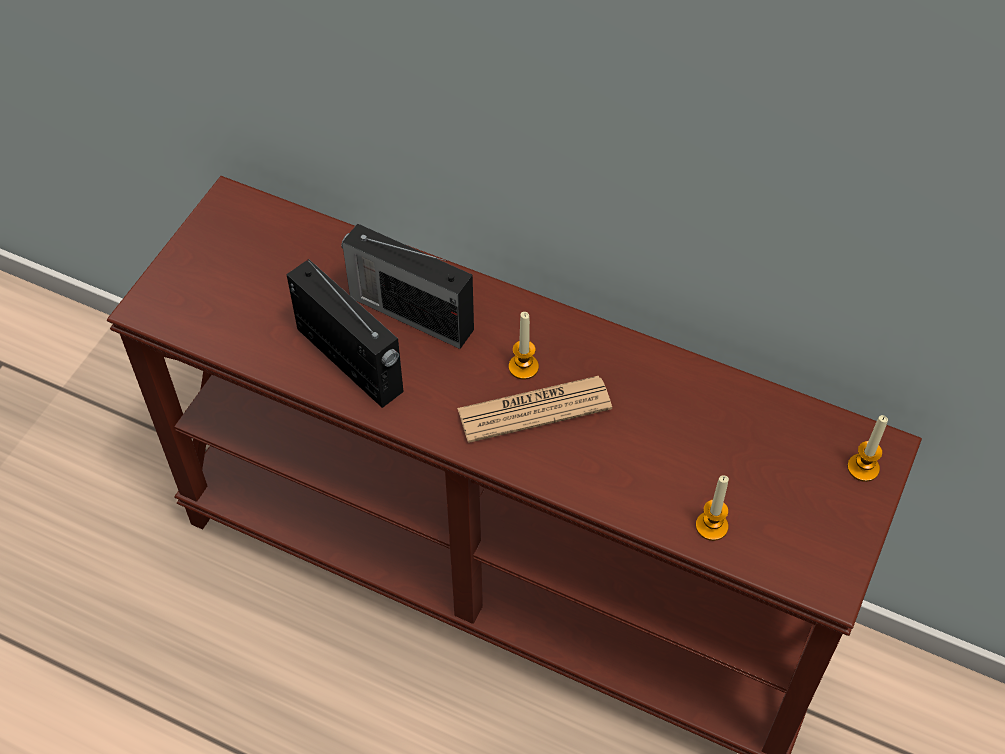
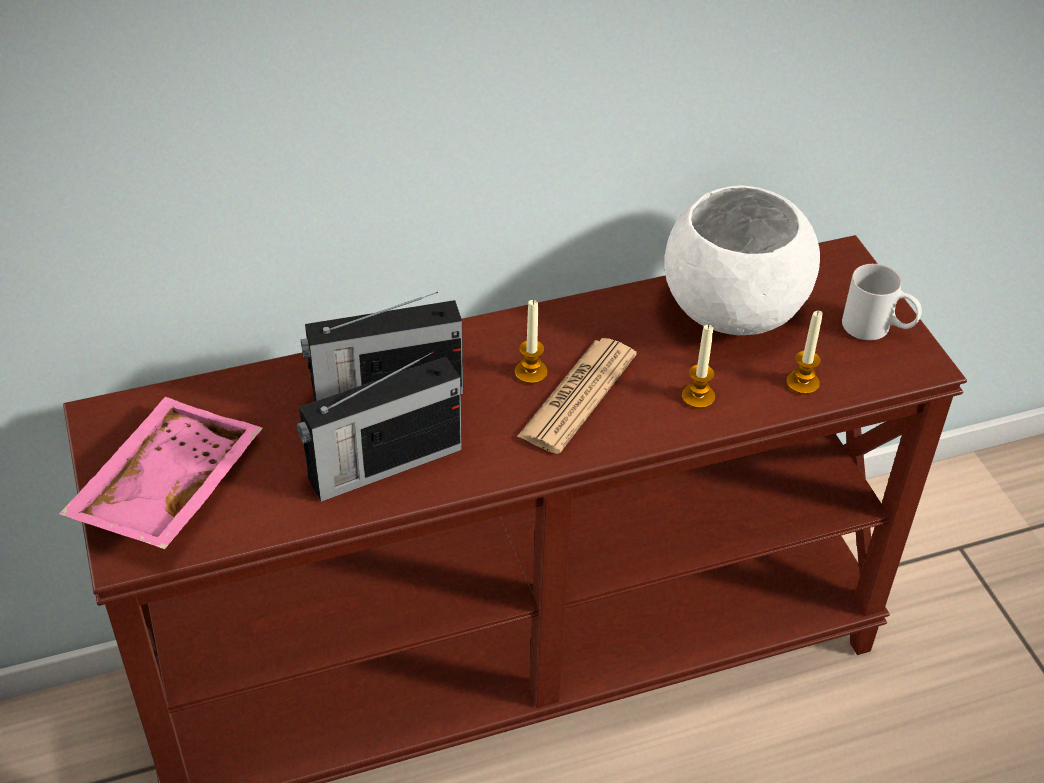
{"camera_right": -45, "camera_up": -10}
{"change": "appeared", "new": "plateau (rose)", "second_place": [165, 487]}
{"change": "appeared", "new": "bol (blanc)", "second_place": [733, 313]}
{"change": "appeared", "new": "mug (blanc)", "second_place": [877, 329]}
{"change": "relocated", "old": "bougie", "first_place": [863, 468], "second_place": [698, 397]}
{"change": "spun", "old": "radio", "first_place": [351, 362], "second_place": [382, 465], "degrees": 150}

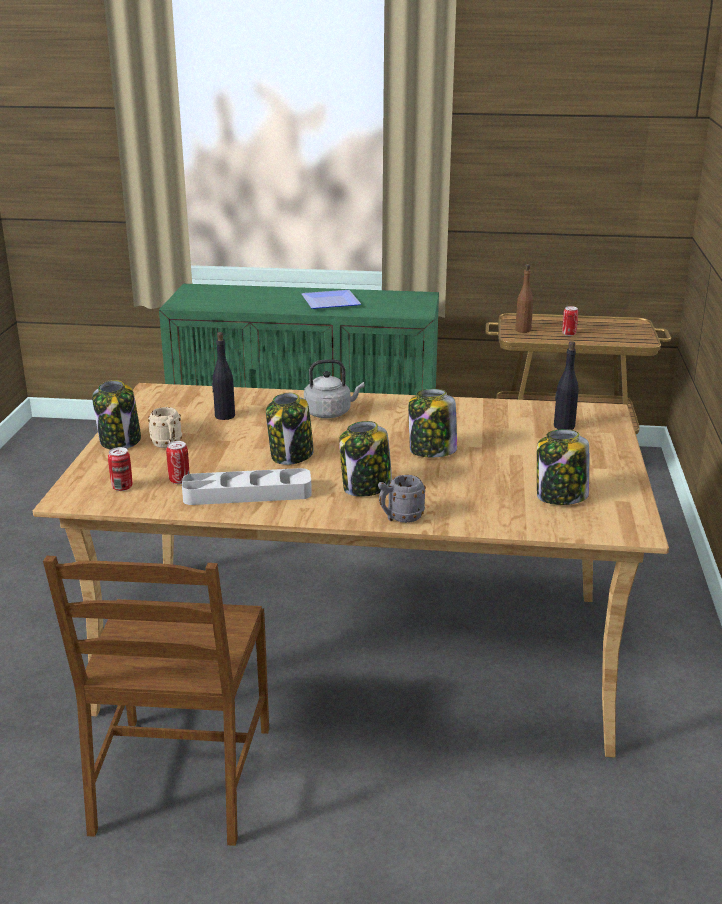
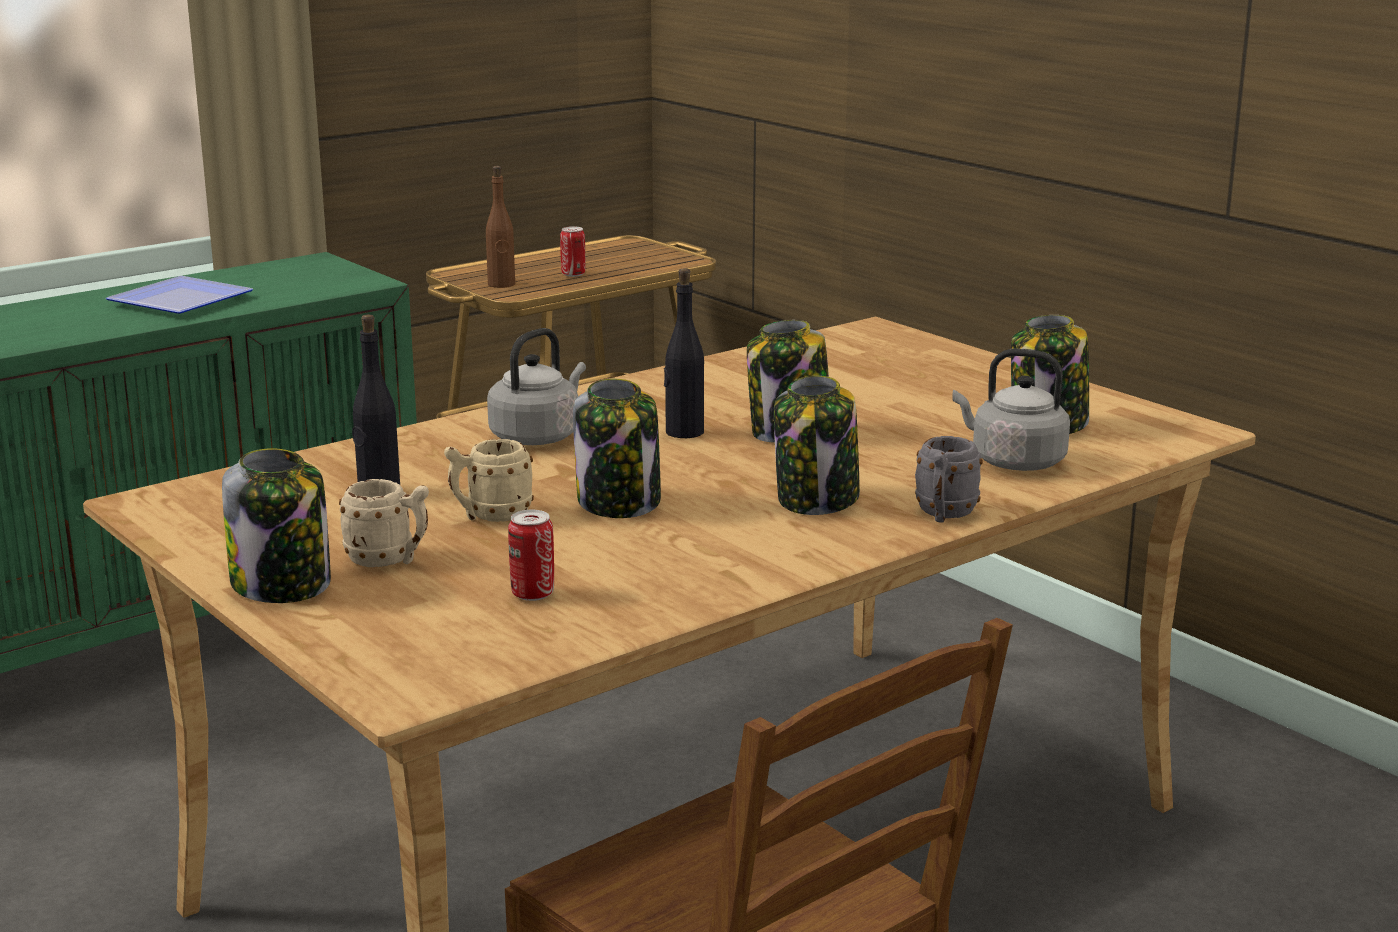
{"camera_right": -45, "camera_up": -5}
{"change": "missing", "old": "boîte métallique", "first_place": [122, 487]}
{"change": "missing", "old": "plateau (gris)", "first_place": [247, 493]}
{"change": "appeared", "new": "mug (beige)", "second_place": [490, 516]}
{"change": "appeared", "new": "bouilloire (gris)", "second_place": [1013, 462]}
{"change": "relocated", "old": "bouteille (noir)", "first_place": [563, 426], "second_place": [684, 432]}

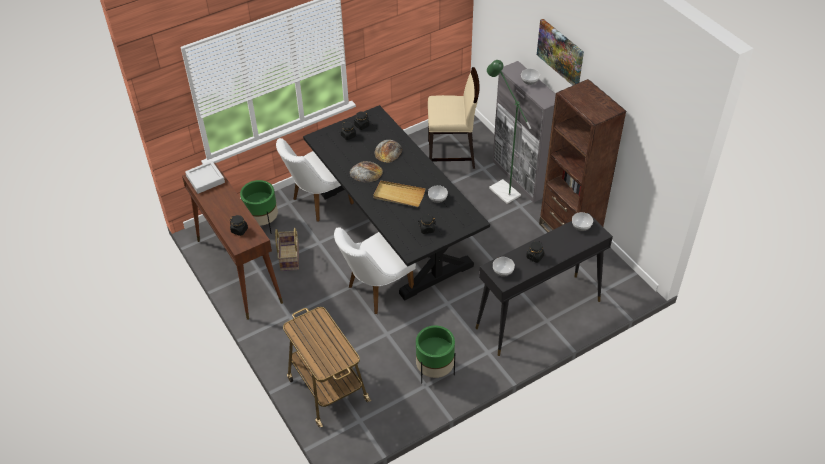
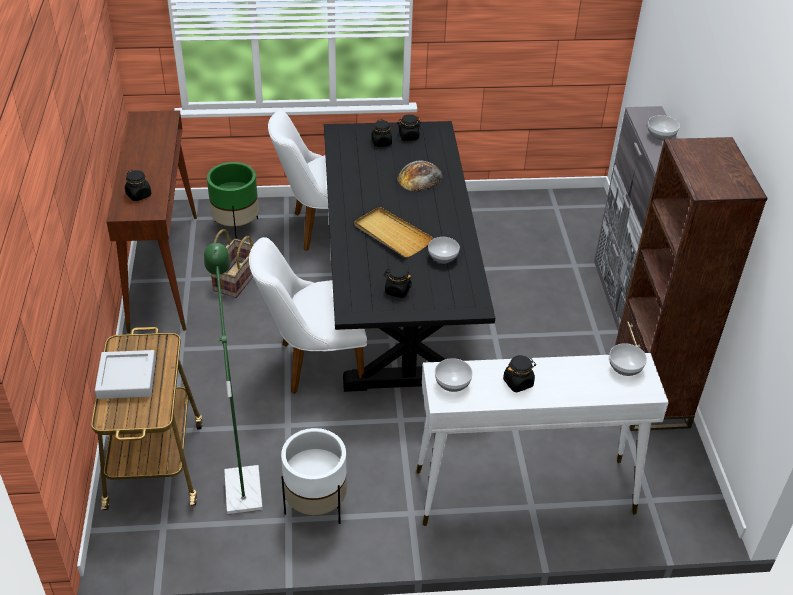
{"camera_right": 25, "camera_up": -5}
{"change": "missing", "old": "pain", "first_place": [366, 172]}
{"change": "missing", "old": "chaise (beige)", "first_place": [451, 154]}
{"change": "missing", "old": "tableau", "first_place": [560, 52]}
{"change": "relocated", "old": "plateau (gris)", "first_place": [205, 179], "second_place": [127, 378]}
{"change": "relocated", "old": "lampadaire (vert)", "first_place": [500, 189], "second_place": [242, 481]}
{"change": "colour", "old": "cache-pot (vert)", "new": "cache-pot (blanc)", "first_place": [434, 371], "second_place": [316, 505]}
{"change": "colour", "old": "table console (noir)", "new": "table console (blanc)", "first_place": [537, 315], "second_place": [523, 492]}

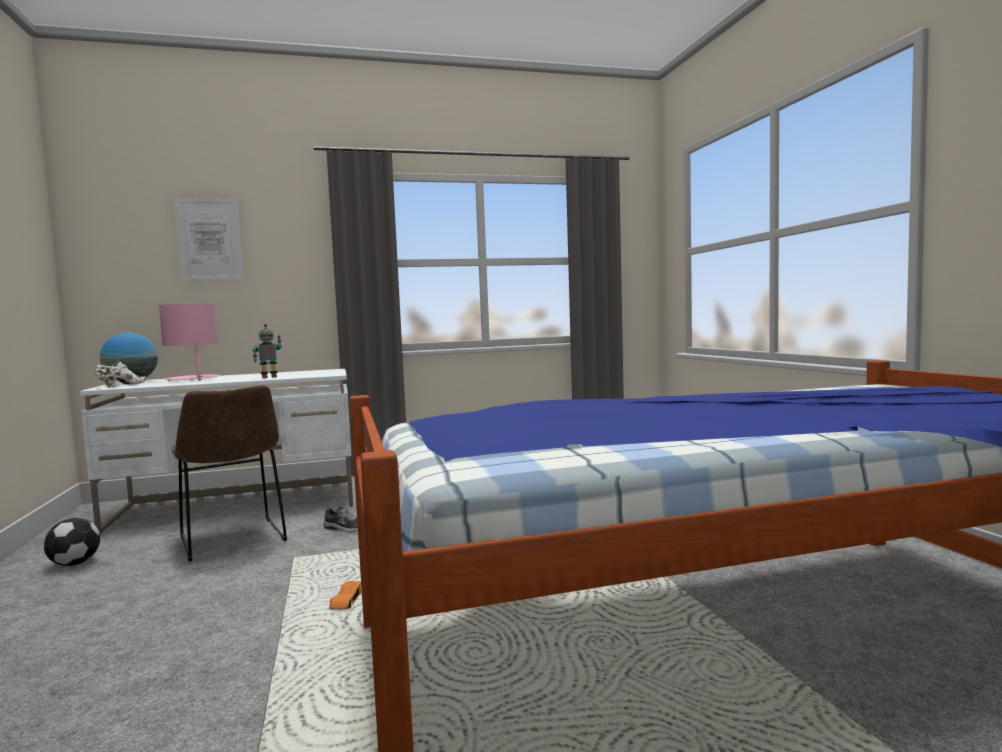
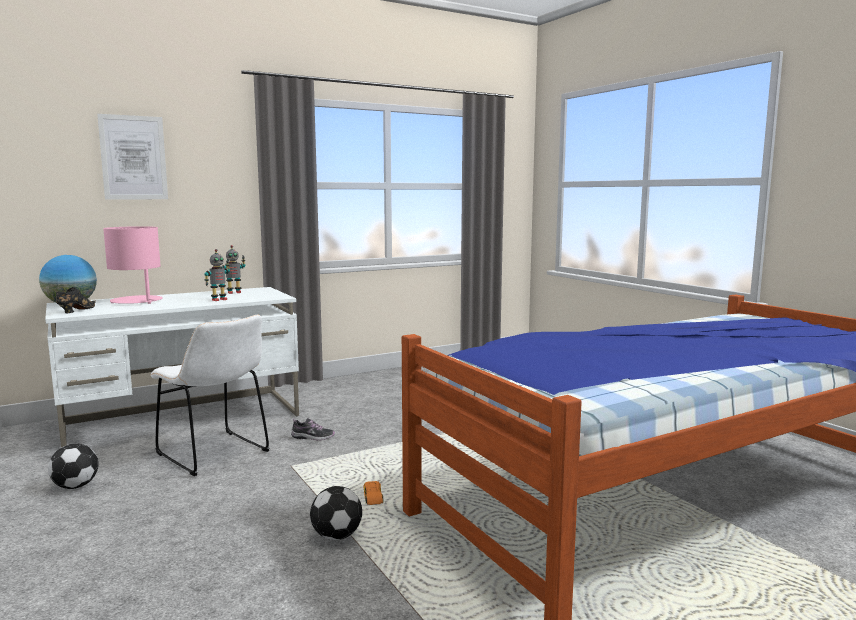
{"camera_right": -15, "camera_up": 5}
{"change": "appeared", "new": "robot jouet", "second_place": [234, 292]}
{"change": "appeared", "new": "ballon de foot", "second_place": [336, 536]}
{"change": "colour", "old": "chaussure (blanc)", "new": "chaussure (noir)", "first_place": [121, 385], "second_place": [75, 311]}
{"change": "colour", "old": "chaise (marron)", "new": "chaise (blanc)", "first_place": [233, 540], "second_place": [216, 454]}

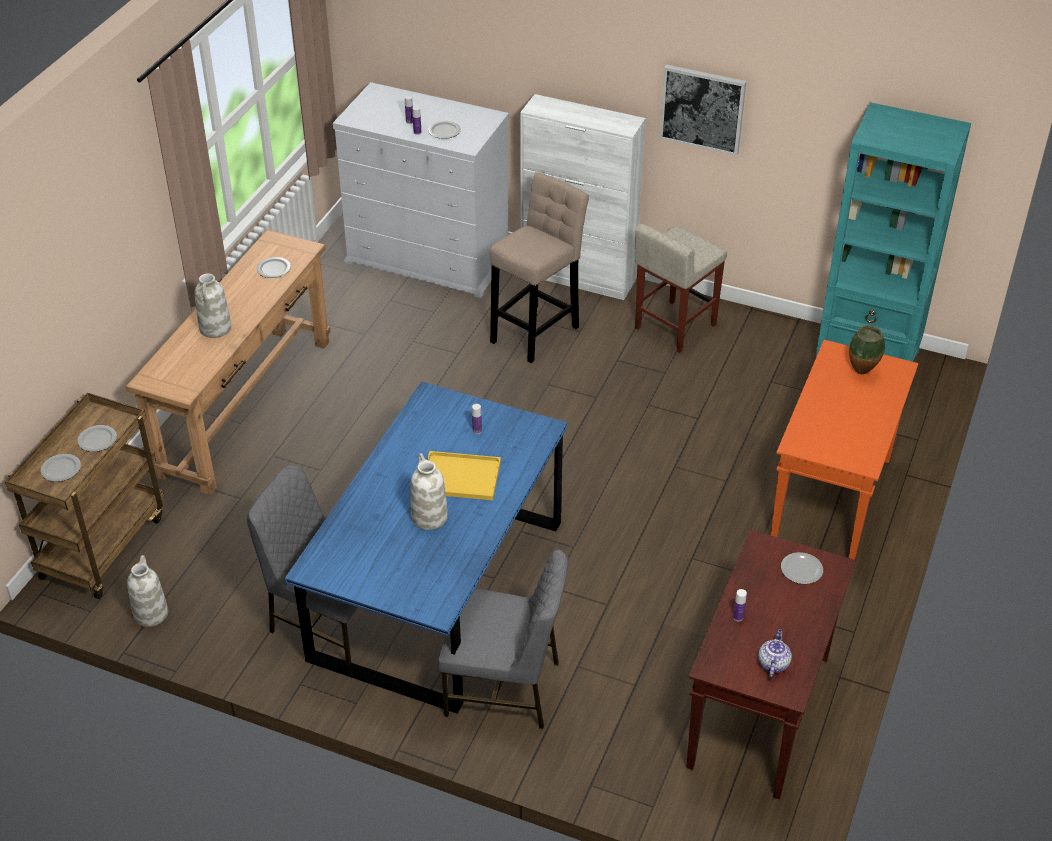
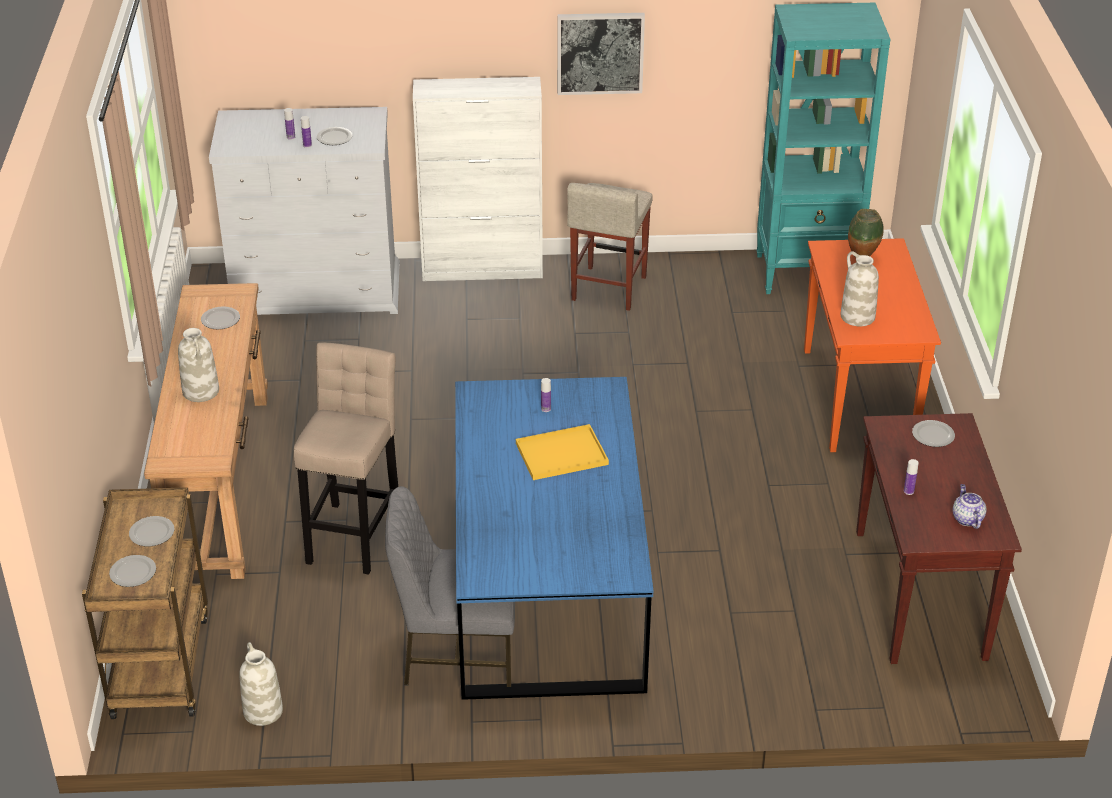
{"camera_right": -25, "camera_up": -5}
{"change": "missing", "old": "chaise (gris)", "first_place": [505, 688]}
{"change": "relocated", "old": "vase (blanc)", "first_place": [429, 517], "second_place": [856, 316]}
{"change": "relocated", "old": "tabouret (beige)", "first_place": [537, 331], "second_place": [355, 534]}

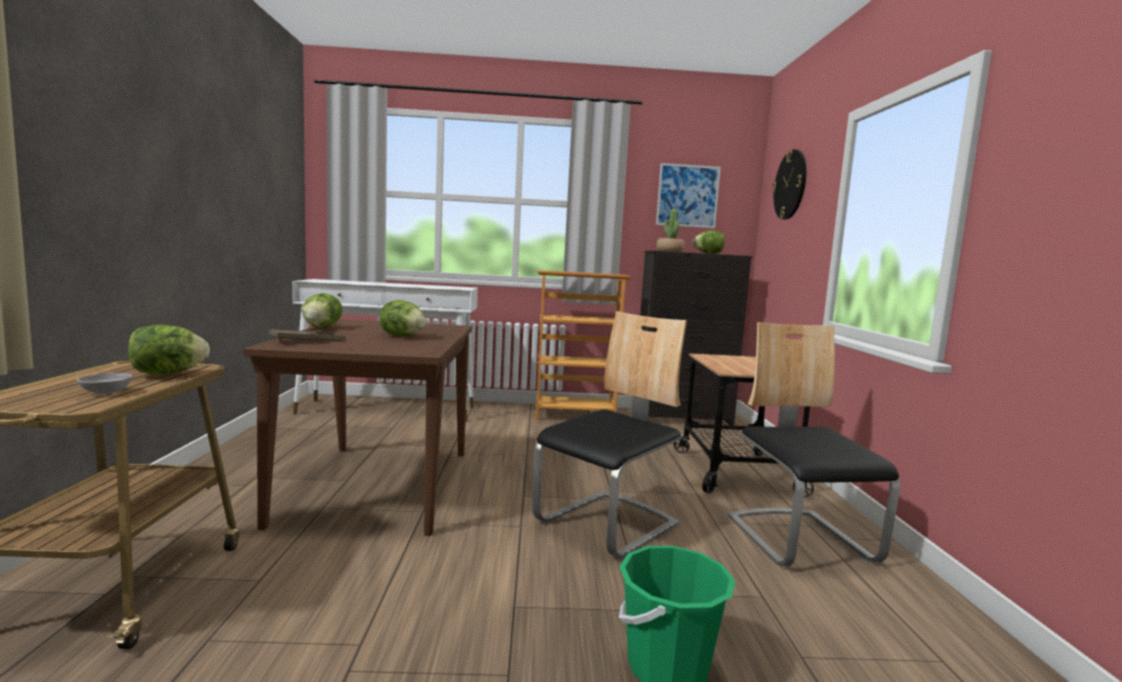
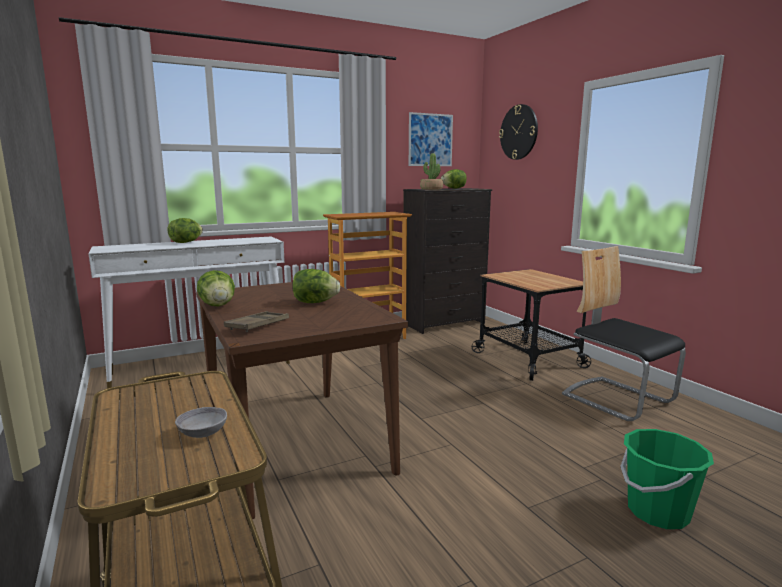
{"camera_right": -25, "camera_up": 5}
{"change": "missing", "old": "chaise", "first_place": [608, 524]}
{"change": "relocated", "old": "laitue", "first_place": [167, 373], "second_place": [186, 242]}

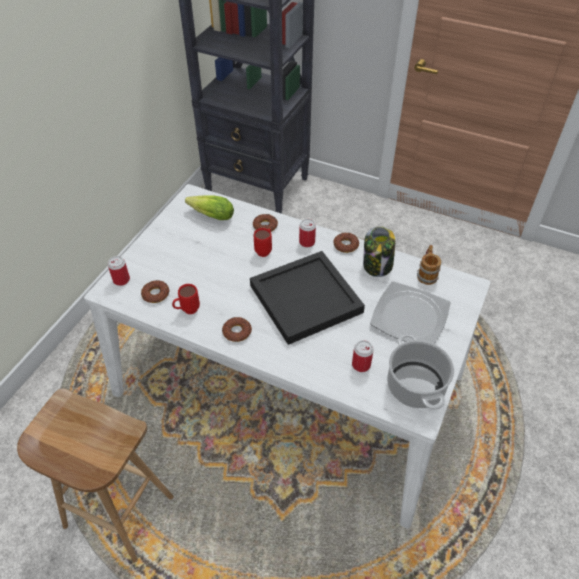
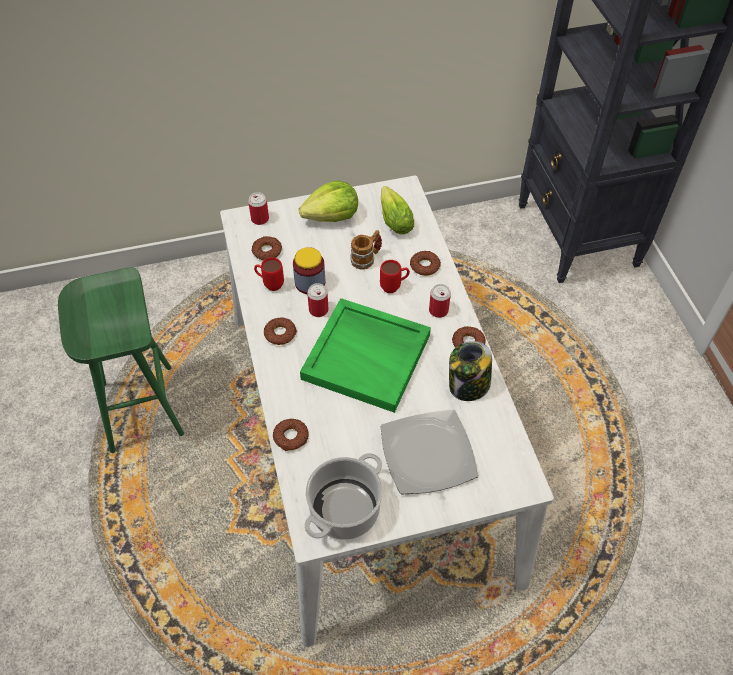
{"camera_right": 50, "camera_up": 5}
{"change": "appeared", "new": "beignet", "second_place": [291, 437]}
{"change": "appeared", "new": "bocal", "second_place": [310, 283]}
{"change": "appeared", "new": "laitue", "second_place": [332, 216]}
{"change": "relocated", "old": "boîte métallique", "first_place": [361, 365], "second_place": [318, 310]}
{"change": "relocated", "old": "mug", "first_place": [426, 273], "second_place": [366, 258]}
{"change": "colour", "old": "tabouret (marron)", "new": "tabouret (vert)", "first_place": [117, 512], "second_place": [140, 408]}
{"change": "colour", "old": "plateau (noir)", "new": "plateau (vert)", "first_place": [306, 298], "second_place": [367, 356]}

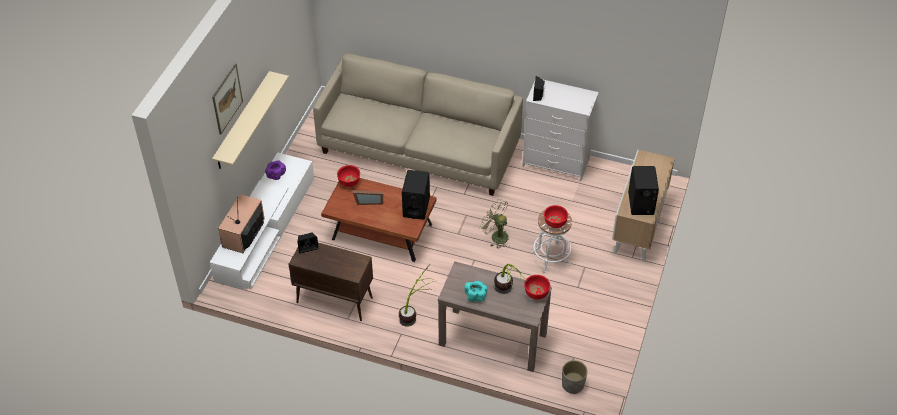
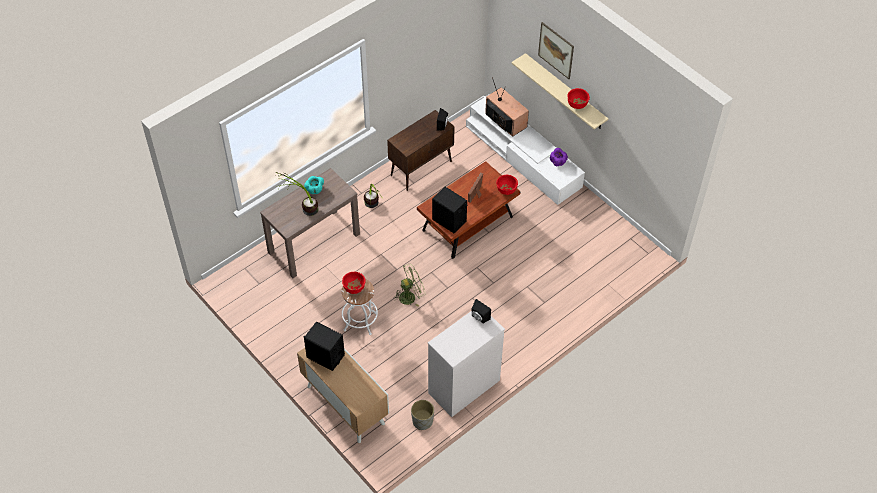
{"camera_right": 120, "camera_up": 5}
{"change": "missing", "old": "canapé (beige)", "first_place": [419, 148]}
{"change": "relocated", "old": "bol (rouge)", "first_place": [536, 294], "second_place": [577, 105]}
{"change": "relocated", "old": "cache-pot (gris)", "first_place": [572, 384], "second_place": [422, 421]}

